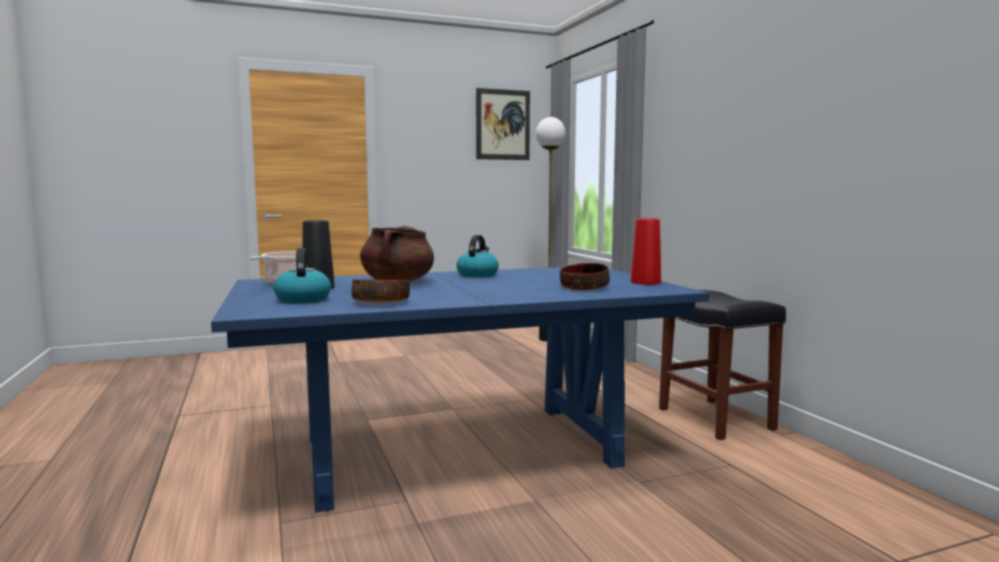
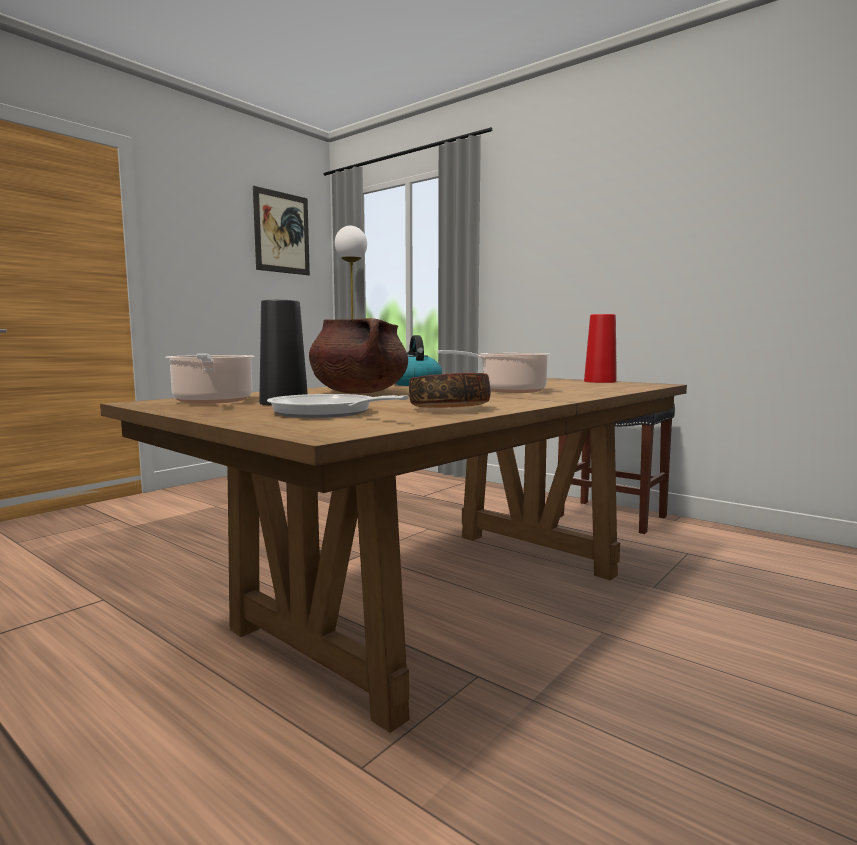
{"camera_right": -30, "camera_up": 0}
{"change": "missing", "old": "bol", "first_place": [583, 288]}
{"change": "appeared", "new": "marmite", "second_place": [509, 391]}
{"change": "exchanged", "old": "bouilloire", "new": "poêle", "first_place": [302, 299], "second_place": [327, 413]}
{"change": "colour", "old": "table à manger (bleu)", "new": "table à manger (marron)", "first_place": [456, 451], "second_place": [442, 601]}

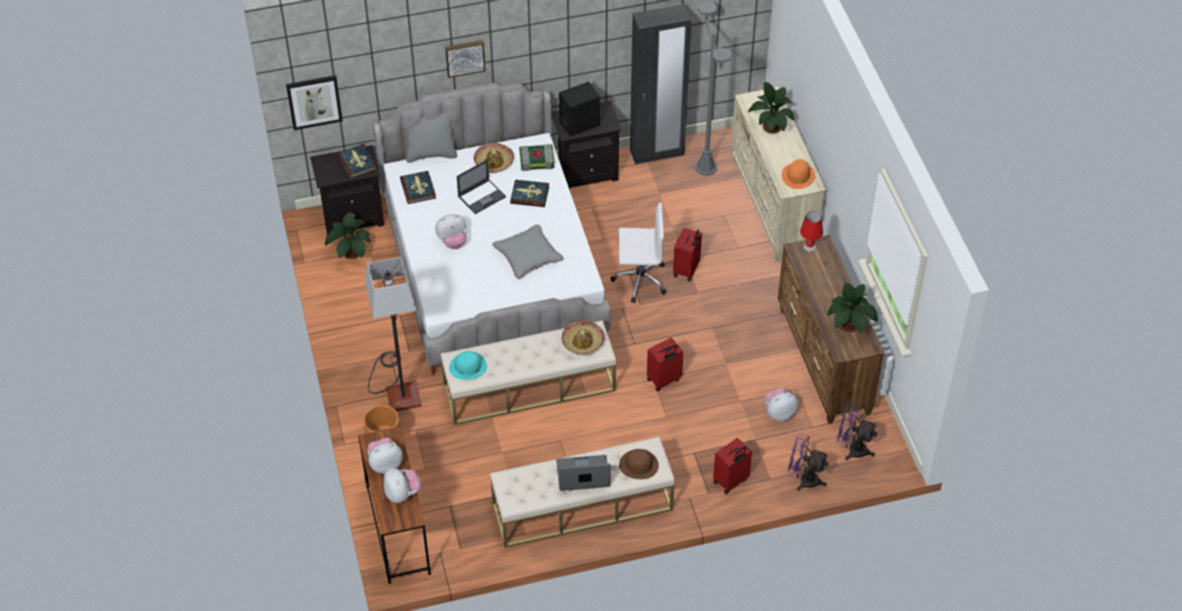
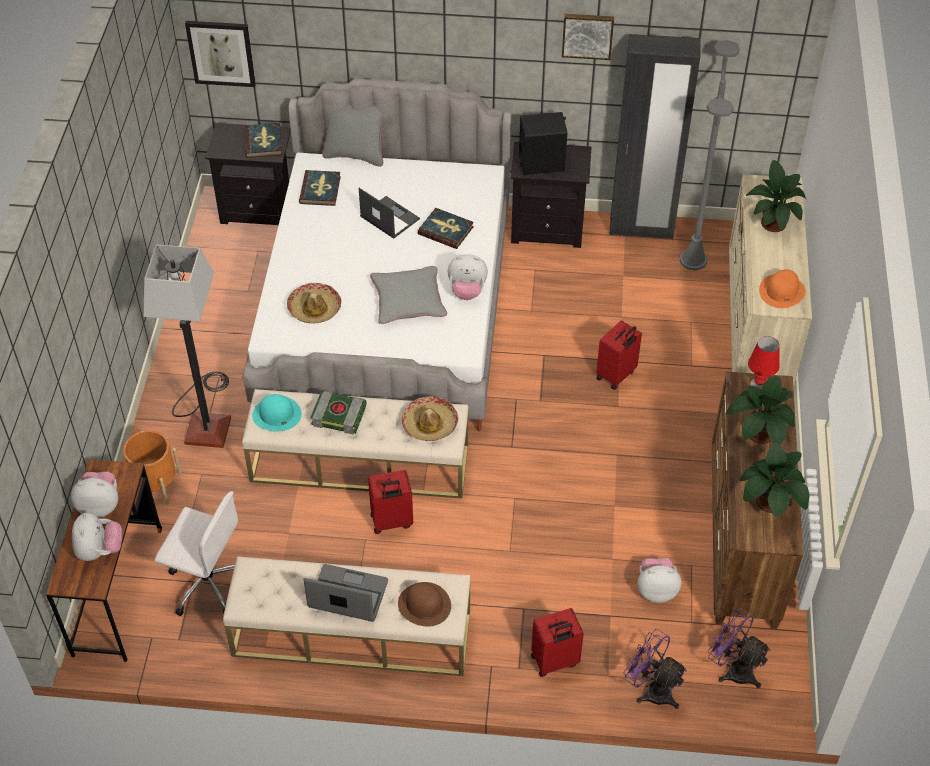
{"camera_right": 20, "camera_up": 0}
{"change": "relocated", "old": "plante en pot", "first_place": [351, 253], "second_place": [759, 434]}
{"change": "relocated", "old": "peluche", "first_place": [452, 242], "second_place": [467, 291]}
{"change": "relocated", "old": "tableau", "first_place": [465, 57], "second_place": [587, 35]}
{"change": "relocated", "old": "chapeau", "first_place": [493, 162], "second_place": [314, 308]}
{"change": "relocated", "old": "livre", "first_place": [537, 160], "second_place": [340, 415]}
{"change": "relocated", "old": "chaise de bureau (blanc)", "first_place": [639, 279], "second_place": [207, 582]}
{"change": "relocated", "old": "valise (rouge)", "first_place": [664, 380], "second_place": [391, 522]}
{"change": "spun", "old": "ordinateur portable", "first_place": [482, 196], "second_place": [389, 217], "degrees": -120}

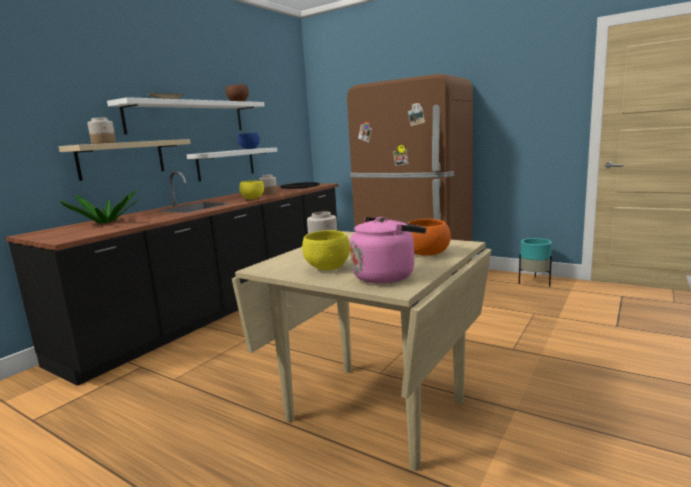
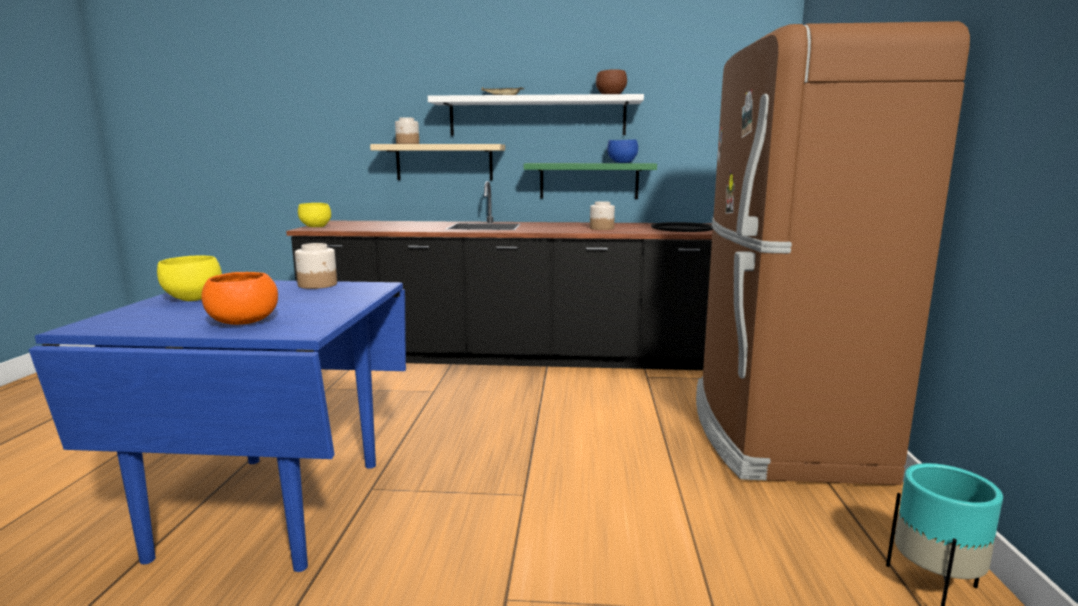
{"camera_right": 60, "camera_up": 0}
{"change": "missing", "old": "plante en pot", "first_place": [106, 223]}
{"change": "missing", "old": "bouilloire (rose)", "first_place": [386, 276]}
{"change": "relocated", "old": "bol (jaune)", "first_place": [253, 198], "second_place": [316, 227]}
{"change": "colour", "old": "étagère (blanc)", "new": "étagère (vert)", "first_place": [226, 164], "second_place": [589, 181]}
{"change": "colour", "old": "table à manger (beige)", "new": "table à manger (bleu)", "first_place": [374, 411], "second_place": [271, 506]}

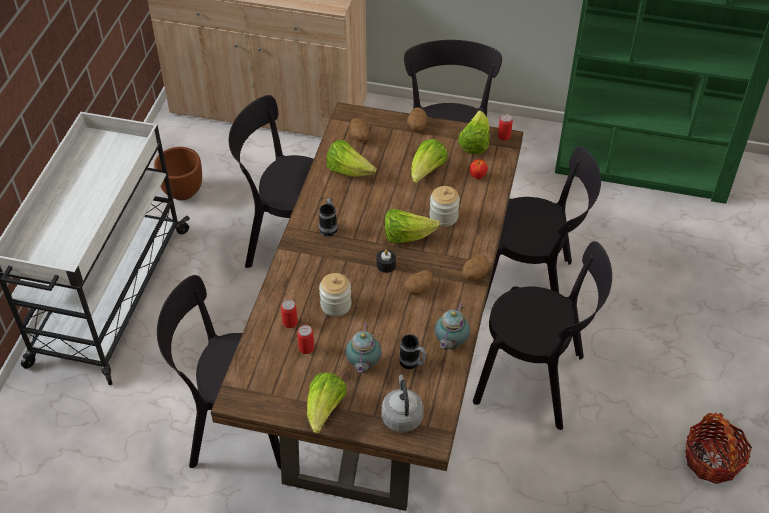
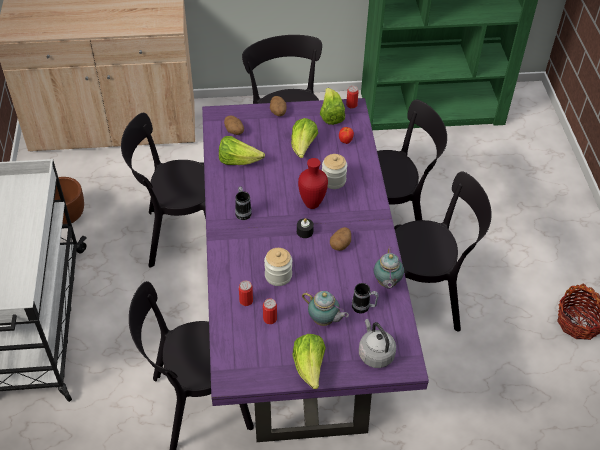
{"camera_right": -20, "camera_up": 0}
{"change": "missing", "old": "pomme de terre", "first_place": [474, 275]}
{"change": "exchanged", "old": "laitue", "new": "vase (rouge)", "first_place": [407, 236], "second_place": [311, 204]}
{"change": "colour", "old": "table à manger (marron)", "new": "table à manger (violet)", "first_place": [383, 357], "second_place": [297, 312]}
{"change": "spun", "old": "théière", "first_place": [363, 366], "second_place": [324, 320], "degrees": -45}

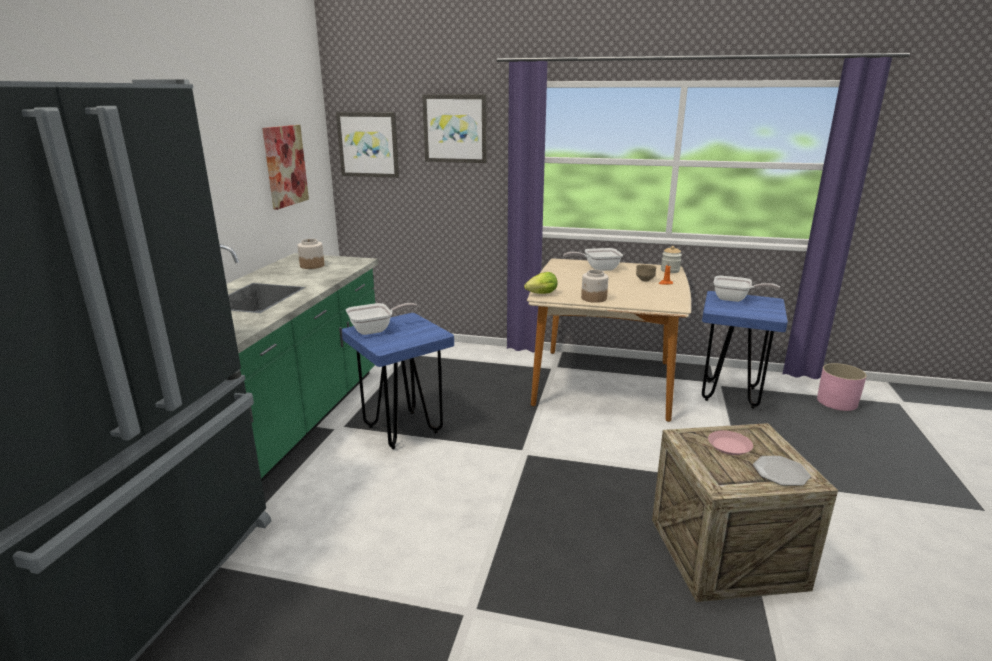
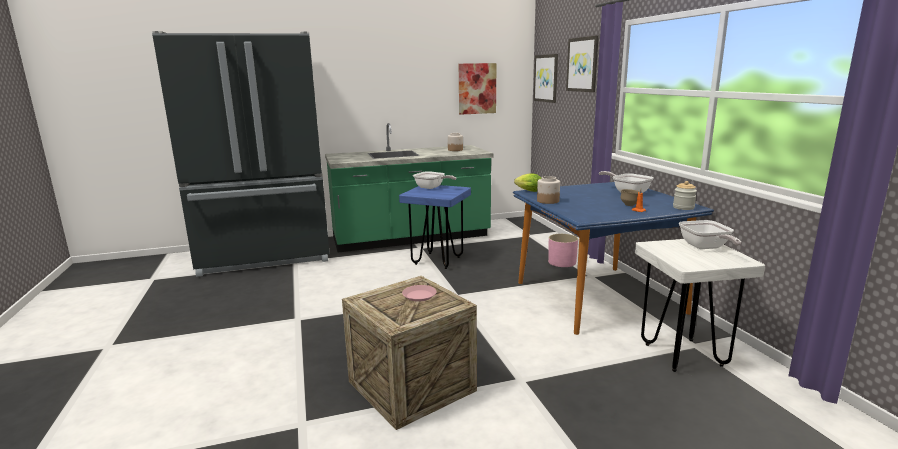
{"camera_right": 60, "camera_up": -5}
{"change": "missing", "old": "assiette", "first_place": [780, 473]}
{"change": "relocated", "old": "cache-pot (rose)", "first_place": [837, 402], "second_place": [562, 262]}
{"change": "colour", "old": "table à manger (beige)", "new": "table à manger (bleu)", "first_place": [603, 383], "second_place": [597, 298]}
{"change": "colour", "old": "tabouret (bleu)", "new": "tabouret (blanc)", "first_place": [730, 394], "second_place": [682, 355]}

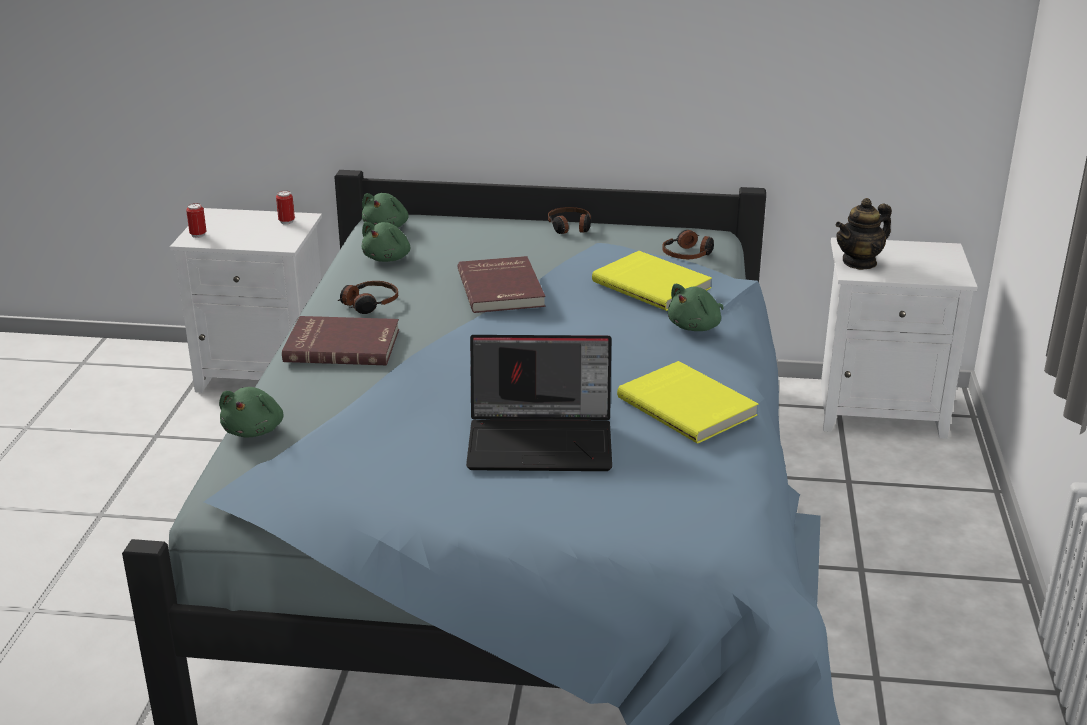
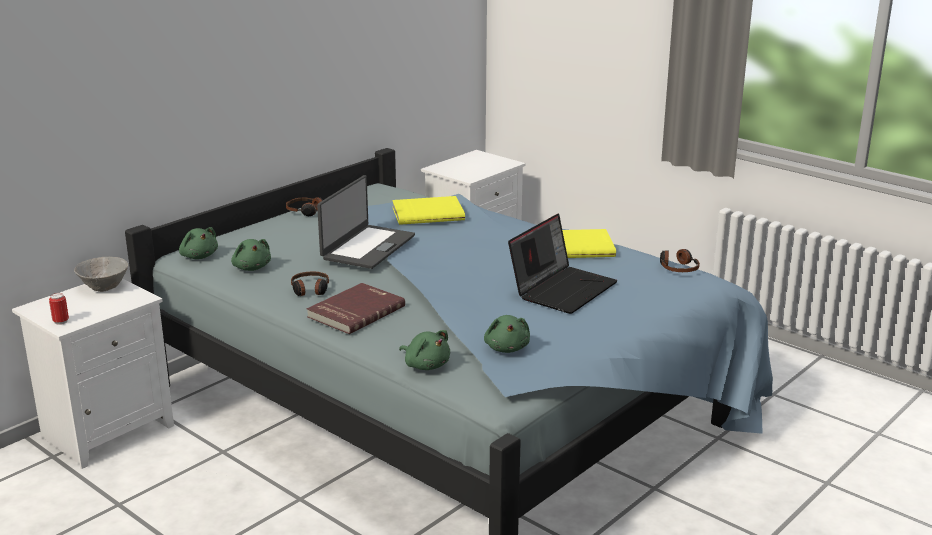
{"camera_right": -55, "camera_up": -5}
{"change": "missing", "old": "théière", "first_place": [859, 262]}
{"change": "relocated", "old": "casque audio", "first_place": [688, 254], "second_place": [677, 268]}
{"change": "relocated", "old": "peluche (vert)", "first_place": [696, 326], "second_place": [507, 348]}
{"change": "exchanged", "old": "boîte métallique", "new": "bol (gris)", "first_place": [286, 222], "second_place": [104, 287]}
{"change": "exchanged", "old": "livre (rouge)", "new": "ordinateur portable", "first_place": [502, 288], "second_place": [367, 247]}

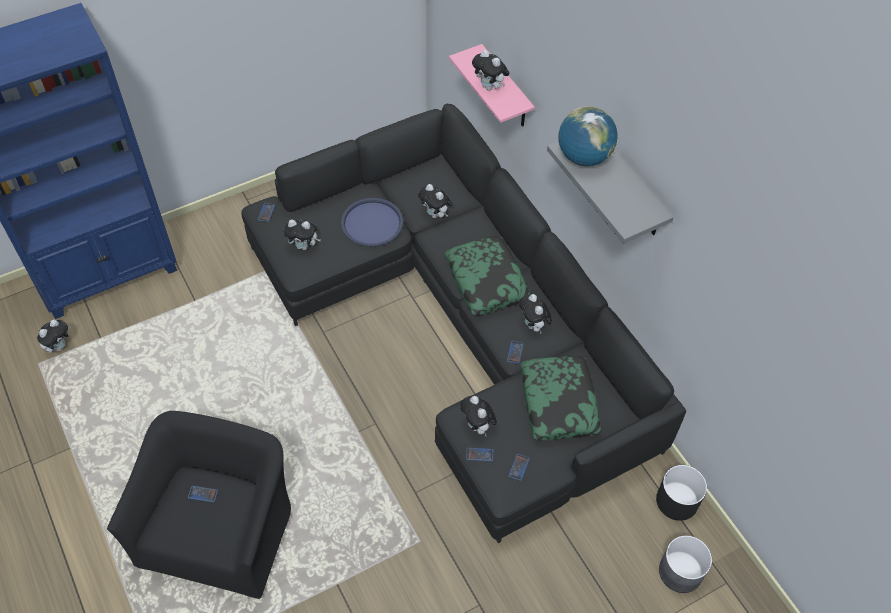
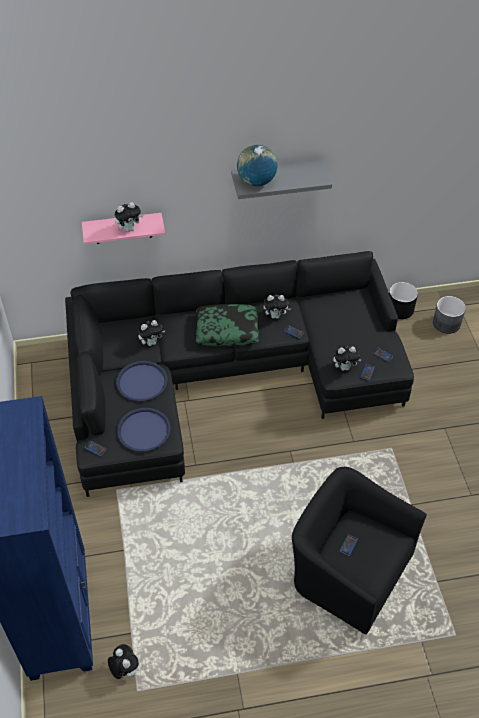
{"camera_right": -70, "camera_up": -5}
{"change": "missing", "old": "coussin", "first_place": [559, 403]}
{"change": "exchanged", "old": "peluche", "new": "plateau (bleu)", "first_place": [304, 246], "second_place": [143, 430]}

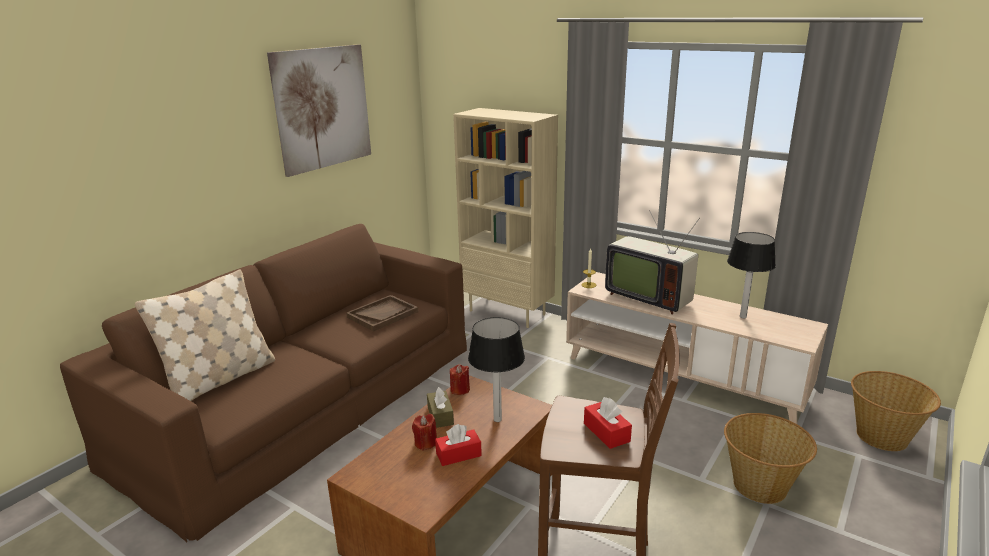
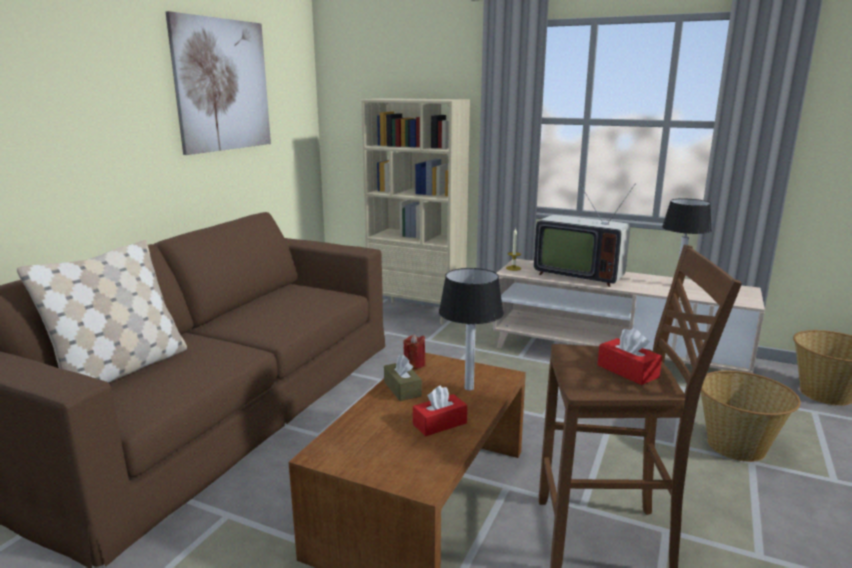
{"camera_right": -10, "camera_up": -5}
{"change": "missing", "old": "plateau (marron)", "first_place": [382, 314]}
{"change": "missing", "old": "bougie (rouge)", "first_place": [425, 443]}

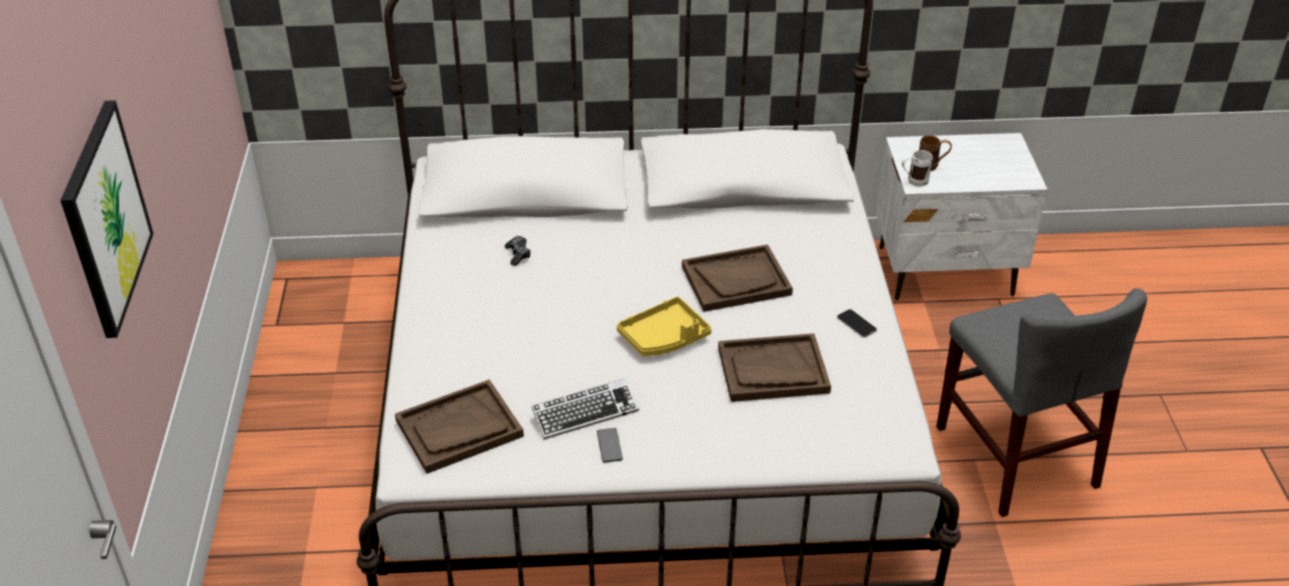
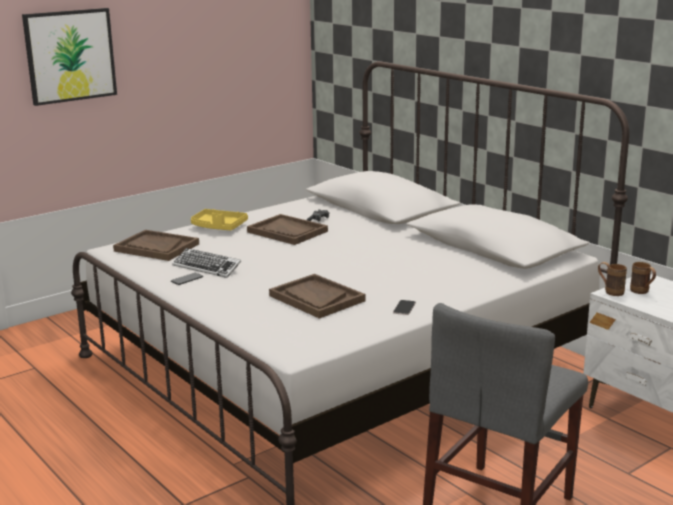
{"camera_right": 55, "camera_up": -20}
{"change": "relocated", "old": "plateau (jaune)", "first_place": [664, 337], "second_place": [218, 227]}
{"change": "relocated", "old": "plateau (marron)", "first_place": [736, 280], "second_place": [287, 232]}
{"change": "colour", "old": "mug (blanc)", "new": "mug (marron)", "first_place": [913, 181], "second_place": [610, 291]}

